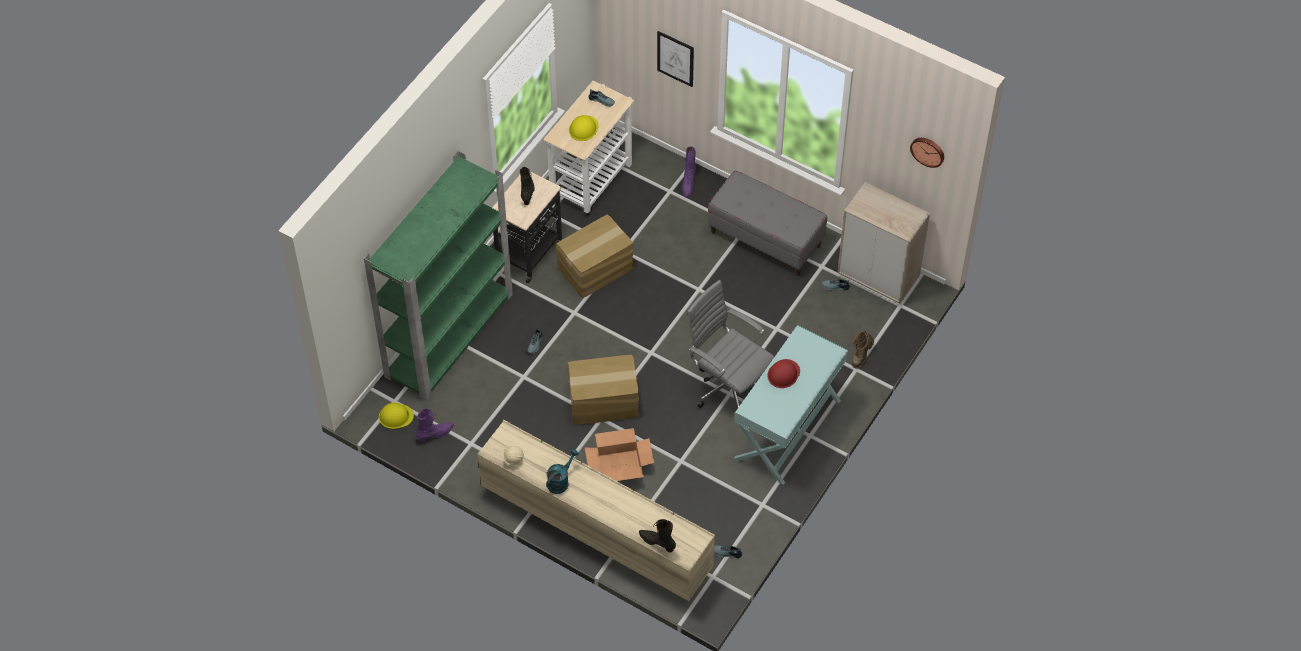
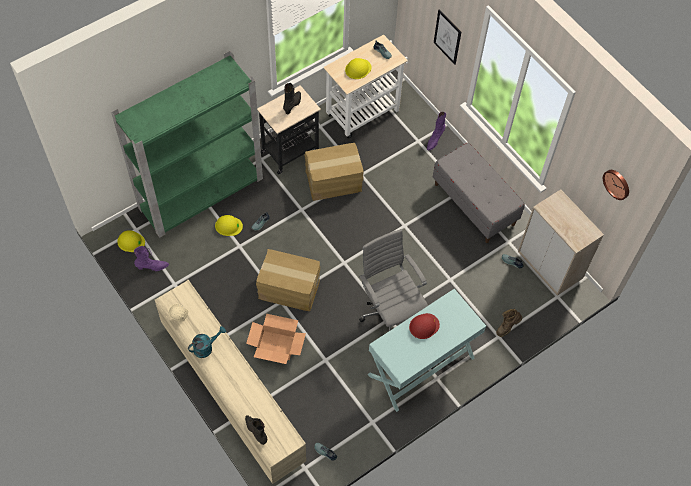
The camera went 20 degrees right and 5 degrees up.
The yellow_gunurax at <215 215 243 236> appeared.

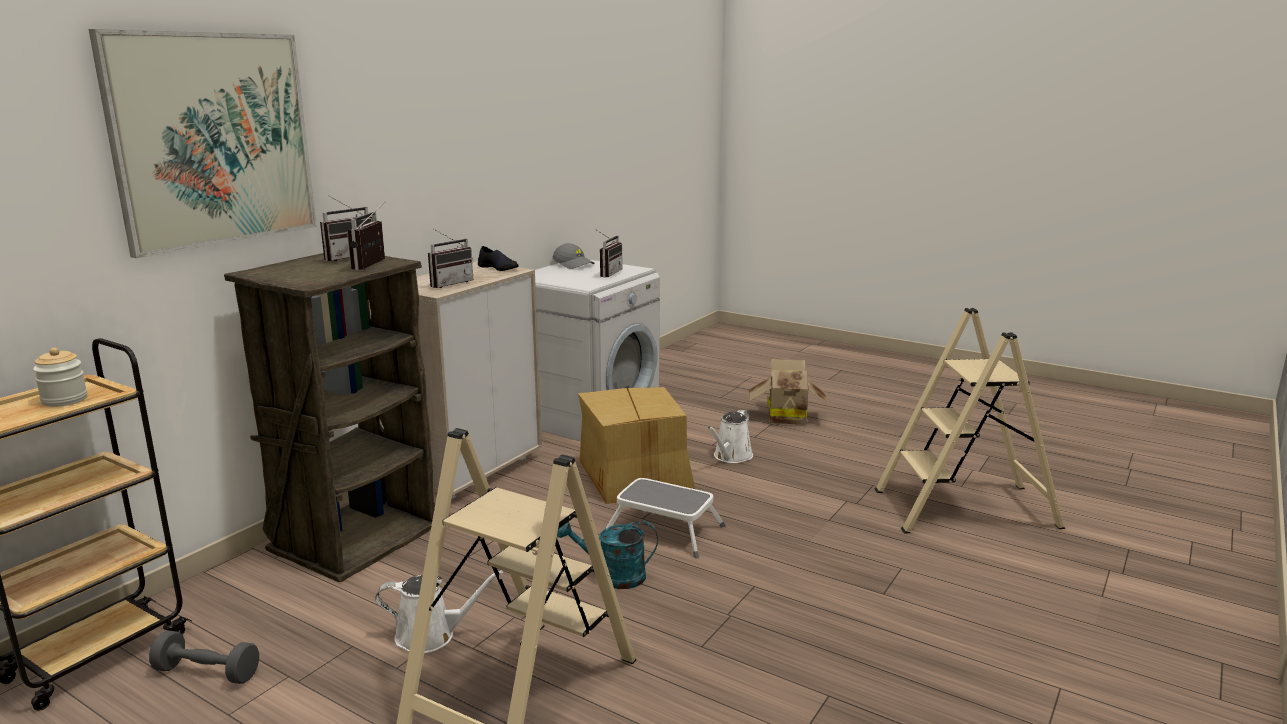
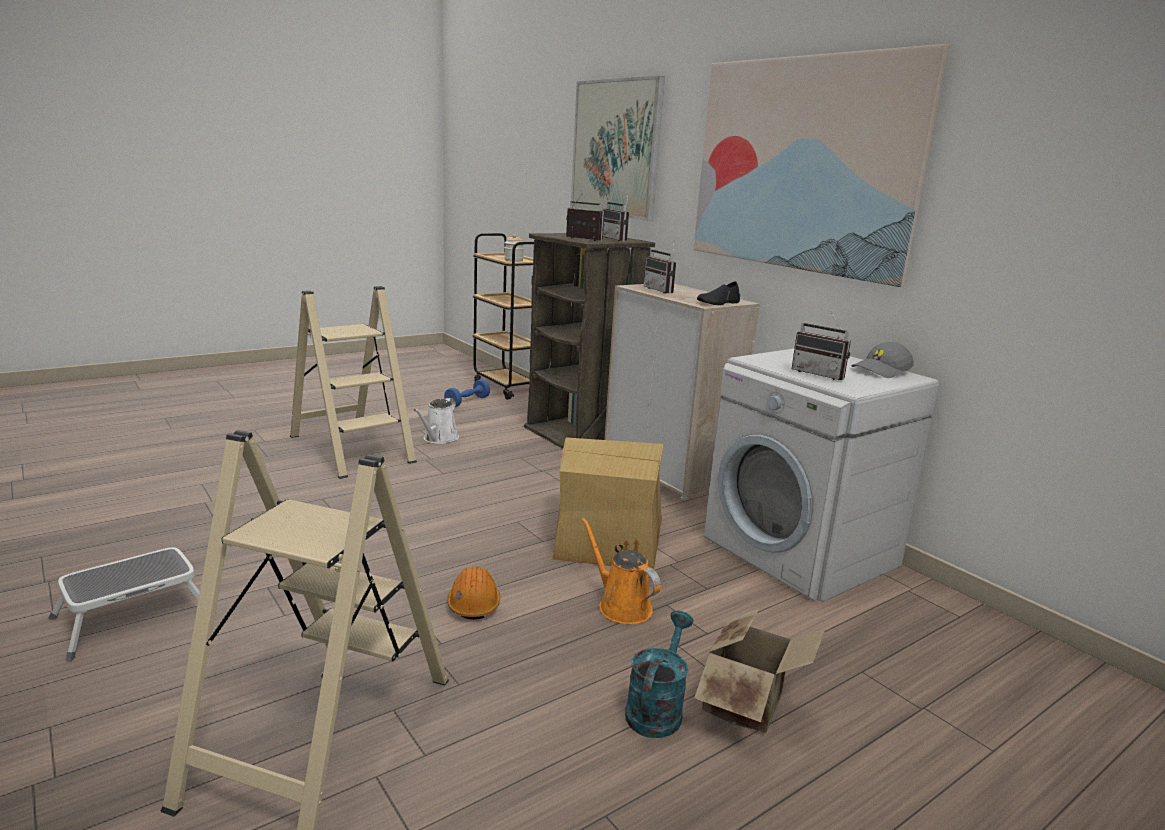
The camera went 110 degrees right and 0 degrees up.
The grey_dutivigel moved from <605 478 726 559> to <48 547 200 662>.
The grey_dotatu at <149 631 259 684> became the blue_dotatu at <444 379 490 407>.
The orange_gunurax at <447 566 500 620> appeared.
The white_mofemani at <708 410 753 463> became the orange_mofemani at <581 517 661 624>.
The turquoise_mofemani moved from <557 521 658 589> to <625 610 693 738>.
The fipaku at <694 44 950 287> appeared.

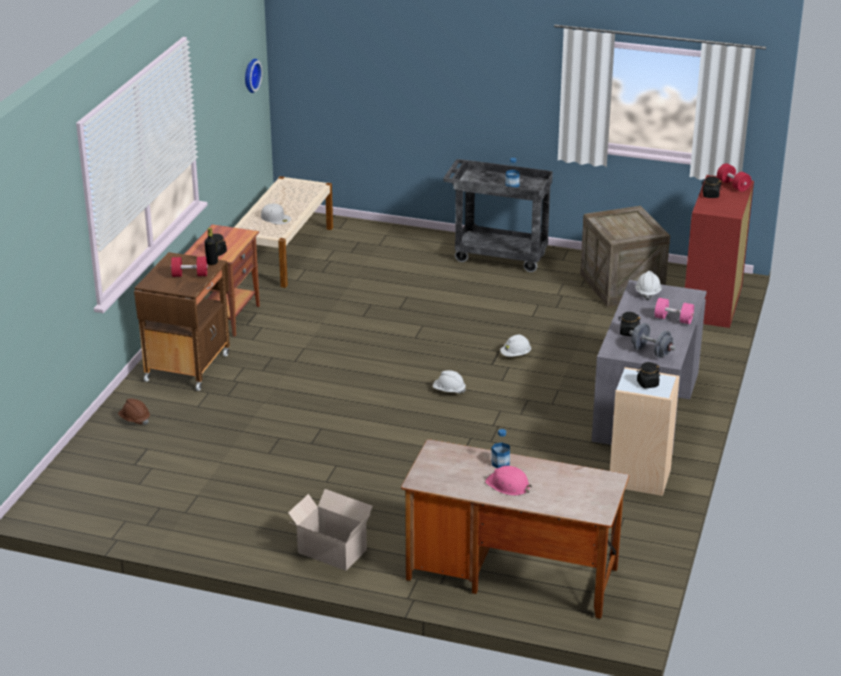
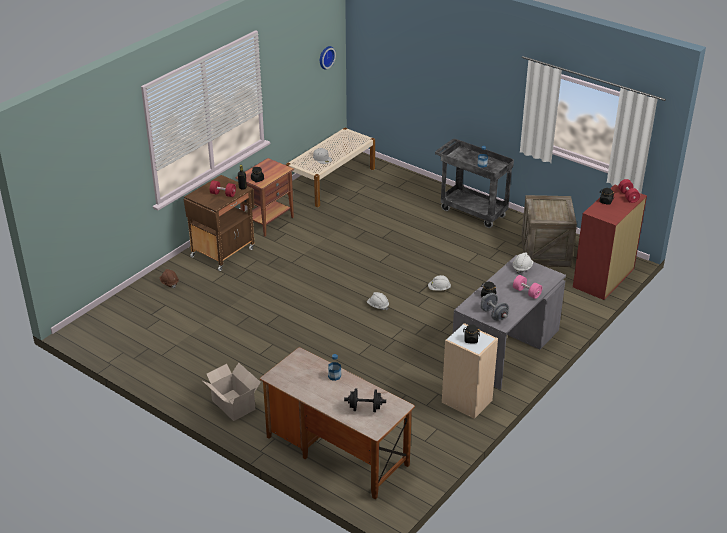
The camera went 20 degrees right and 5 degrees up.
The black_dotatu at <344 388 386 412> appeared.
The pink_gunurax at <485 466 532 496> disappeared.

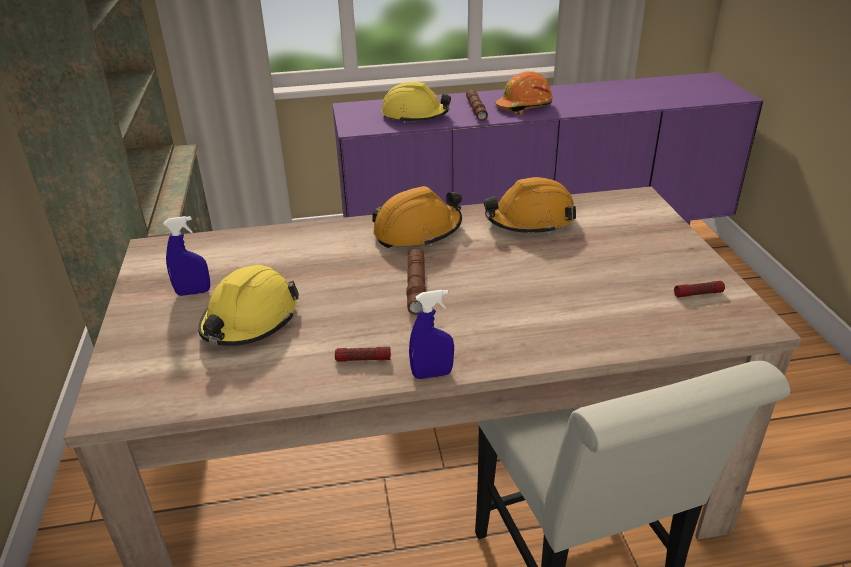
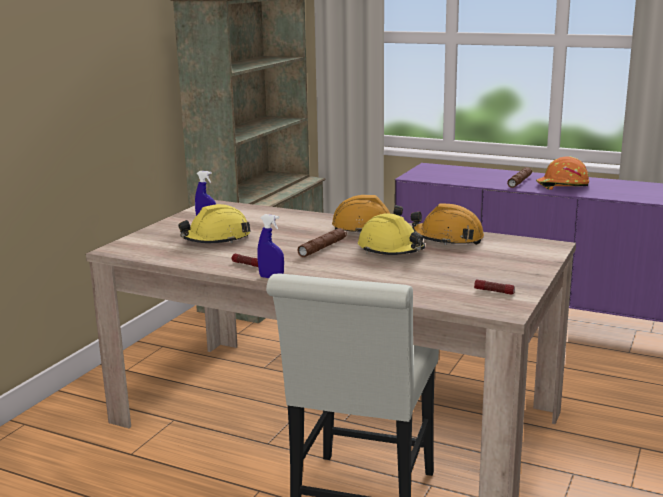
The camera went 35 degrees right and 15 degrees down.
The yellow_gunurax moved from <381 82 451 123> to <358 213 425 255>.

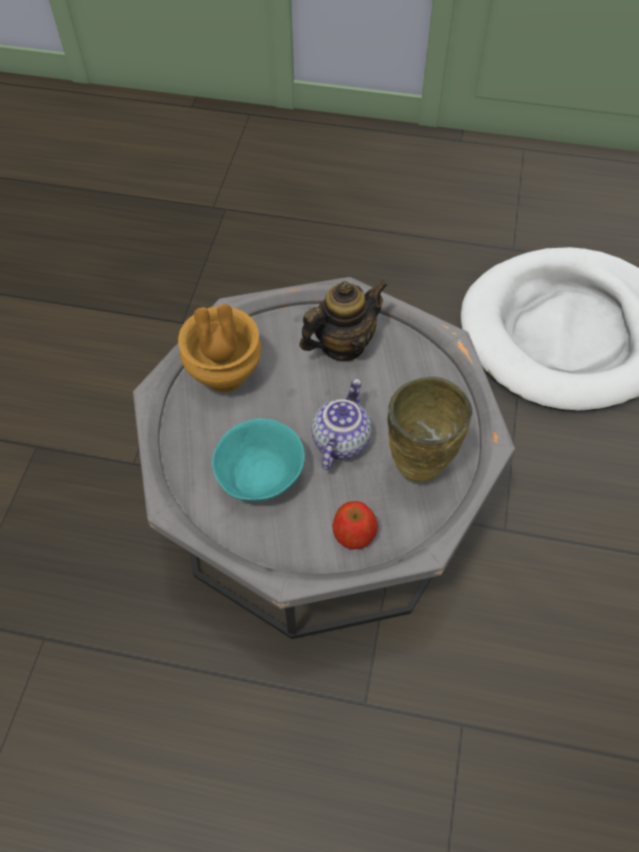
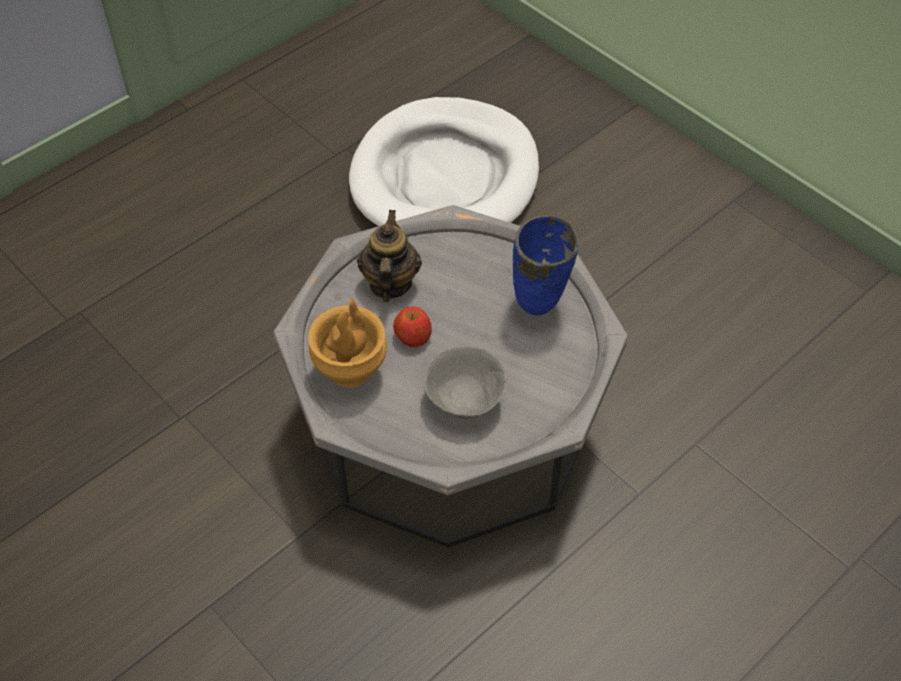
The camera went 55 degrees left and 5 degrees down.
The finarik moved from <332 501 378 549> to <393 307 432 347>.
The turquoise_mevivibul at <212 418 305 501> became the grey_mevivibul at <424 346 507 419>.
The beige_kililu at <387 377 472 482> became the blue_kililu at <513 215 578 315>.
The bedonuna at <312 379 372 470> disappeared.

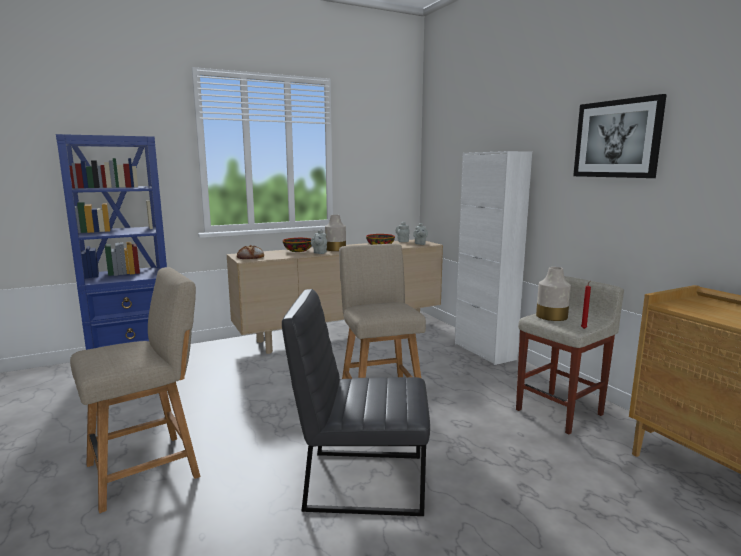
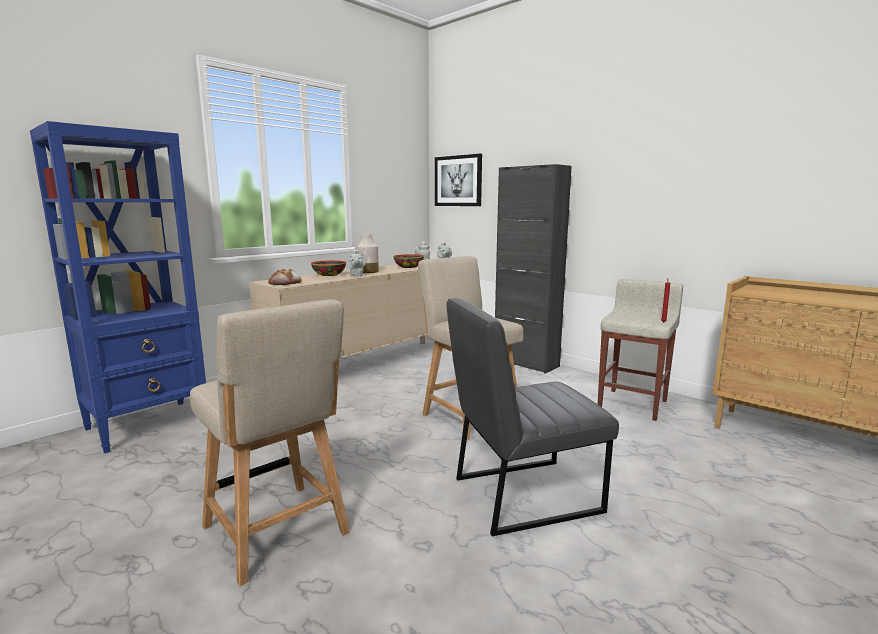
The camera went 20 degrees left and 0 degrees up.
The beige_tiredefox at <70 267 200 513> turned 105 degrees clockwise.
The fipaku moved from <573 94 667 178> to <435 154 482 206>.
The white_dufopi at <455 151 532 365> became the black_dufopi at <495 164 572 373>.
The beige_kililu at <536 267 571 321> disappeared.

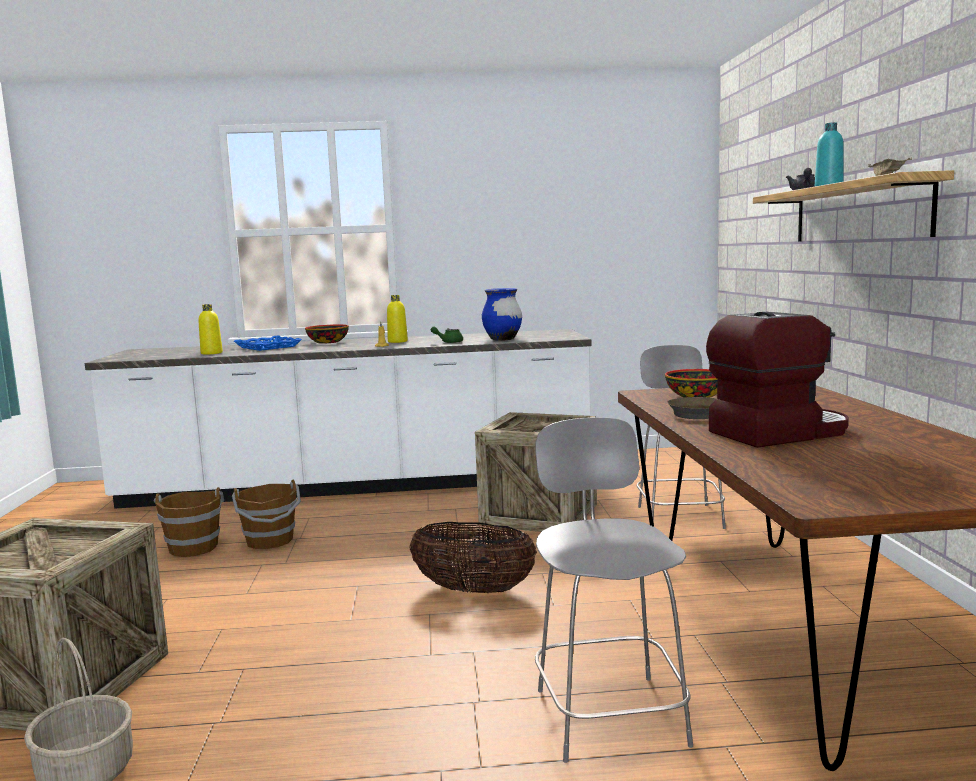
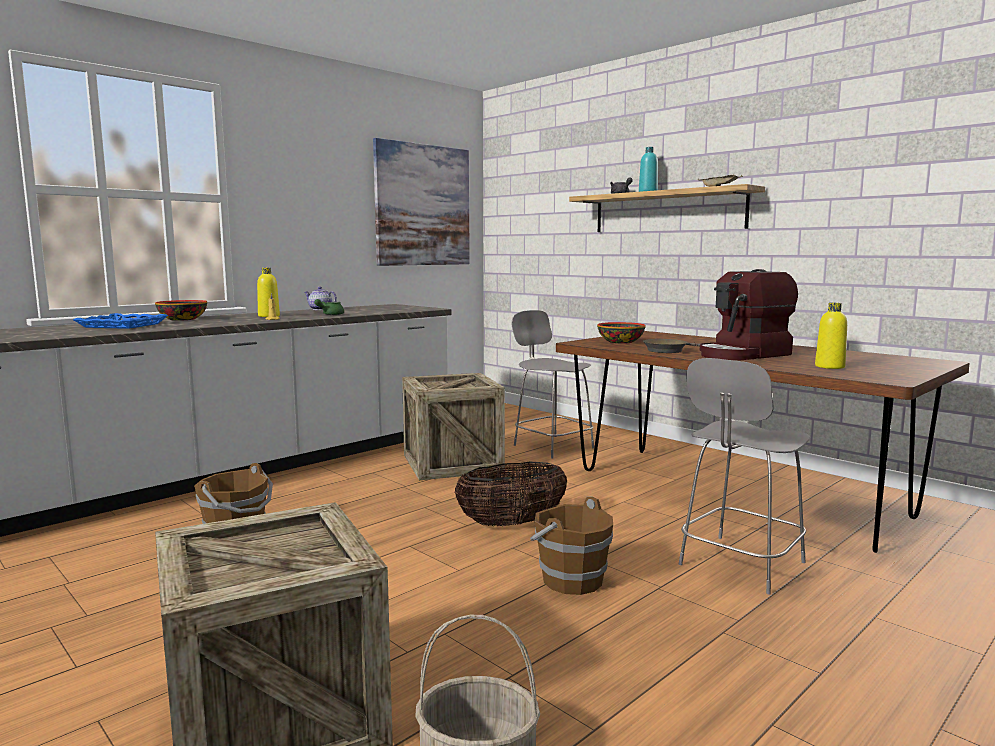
The camera went 40 degrees left and 0 degrees up.
The bedonuna at <304 287 337 310> appeared.
The fipaku at <373 138 470 266> appeared.
The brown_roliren moved from <153 487 224 557> to <530 497 613 595>.
The grey_tiredefox at <535 417 693 763> turned 90 degrees counterclockwise.
The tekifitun at <706 312 849 448> turned 150 degrees counterclockwise.
The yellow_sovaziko moved from <198 304 223 355> to <815 303 847 369>.
The blue_kililu at <482 288 522 341> disappeared.

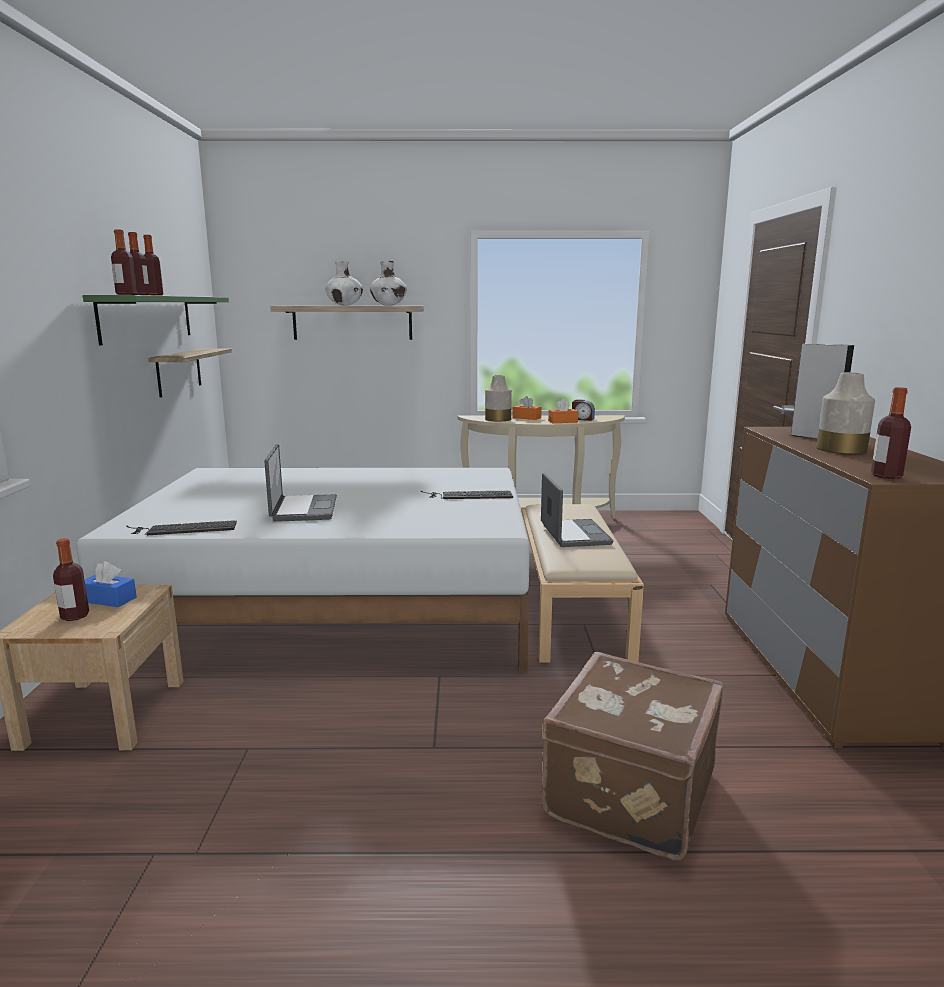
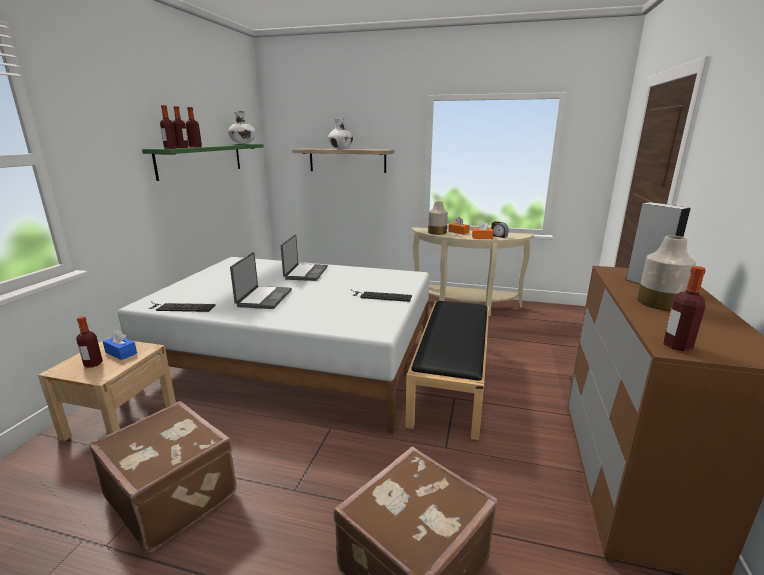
The camera went 15 degrees right and 5 degrees up.
The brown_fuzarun at <89 401 237 552> appeared.
The white_kililu moved from <370 261 407 306> to <228 111 256 144>.
The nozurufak moved from <541 473 613 547> to <281 234 328 281>.
The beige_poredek at <521 504 644 663> became the black_poredek at <405 301 489 440>.
The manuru at <148 349 232 398> disappeared.

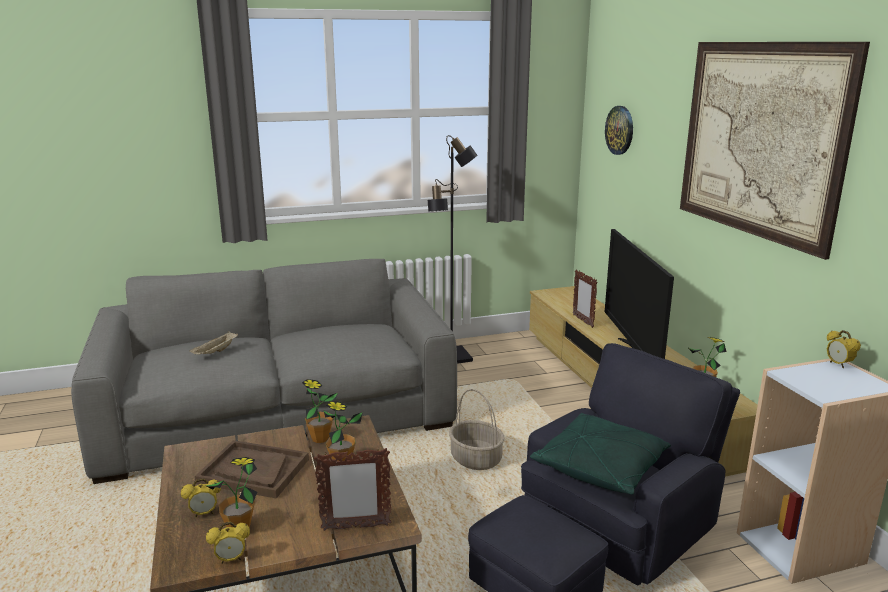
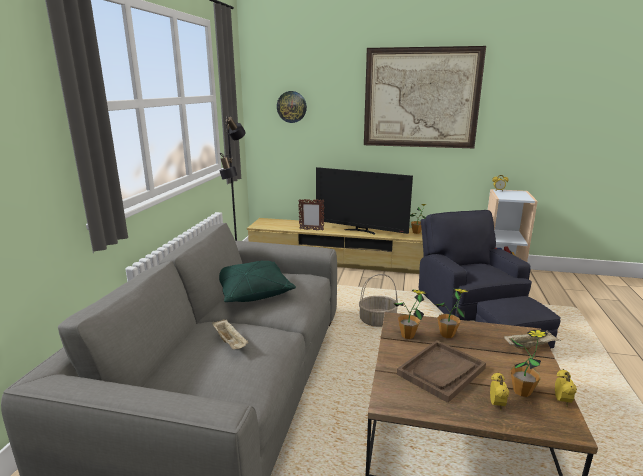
The camera went 60 degrees left and 0 degrees up.
The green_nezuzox moved from <530 413 671 495> to <219 260 296 302>.
The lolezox at <314 448 391 531> was replaced by the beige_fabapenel at <504 330 561 349>.

